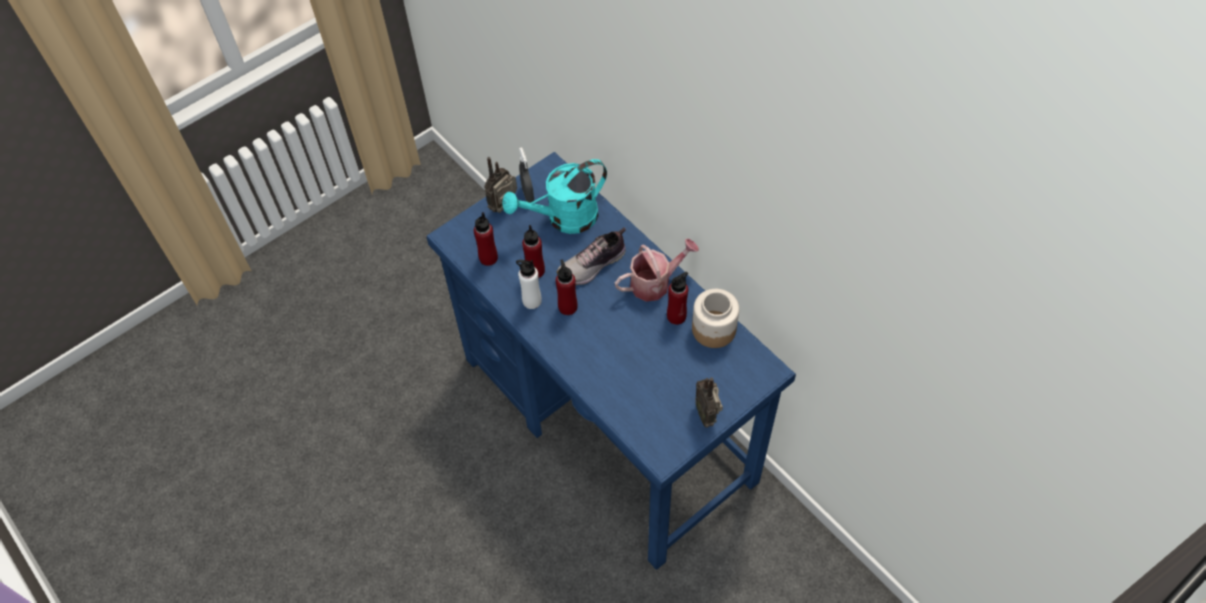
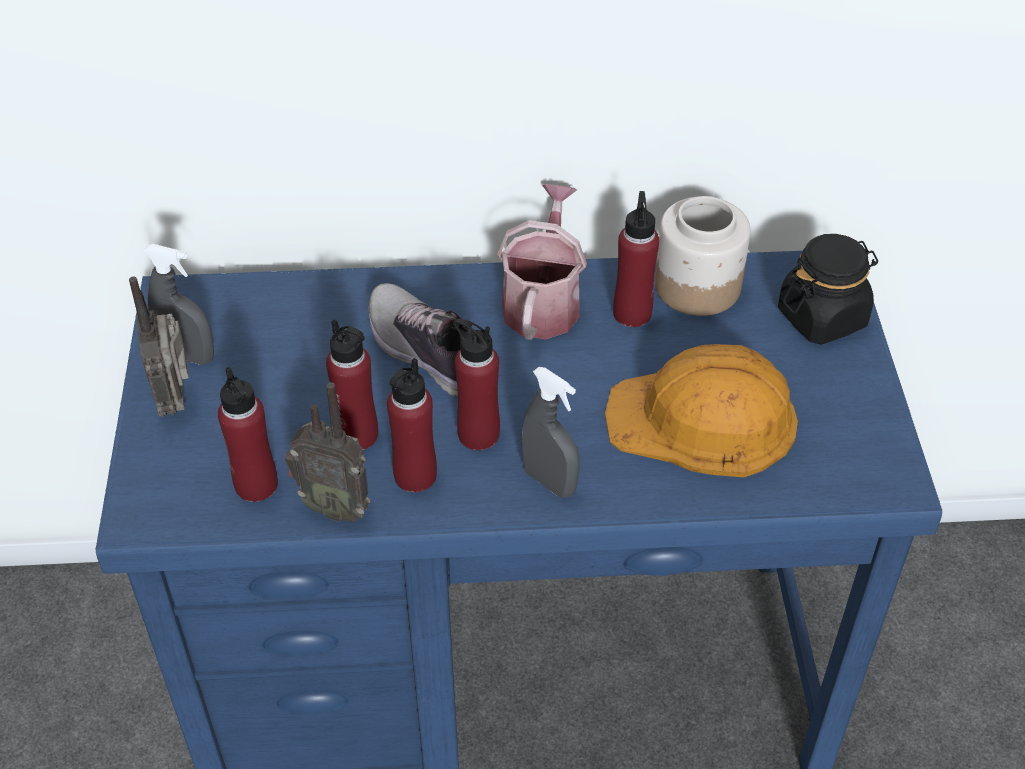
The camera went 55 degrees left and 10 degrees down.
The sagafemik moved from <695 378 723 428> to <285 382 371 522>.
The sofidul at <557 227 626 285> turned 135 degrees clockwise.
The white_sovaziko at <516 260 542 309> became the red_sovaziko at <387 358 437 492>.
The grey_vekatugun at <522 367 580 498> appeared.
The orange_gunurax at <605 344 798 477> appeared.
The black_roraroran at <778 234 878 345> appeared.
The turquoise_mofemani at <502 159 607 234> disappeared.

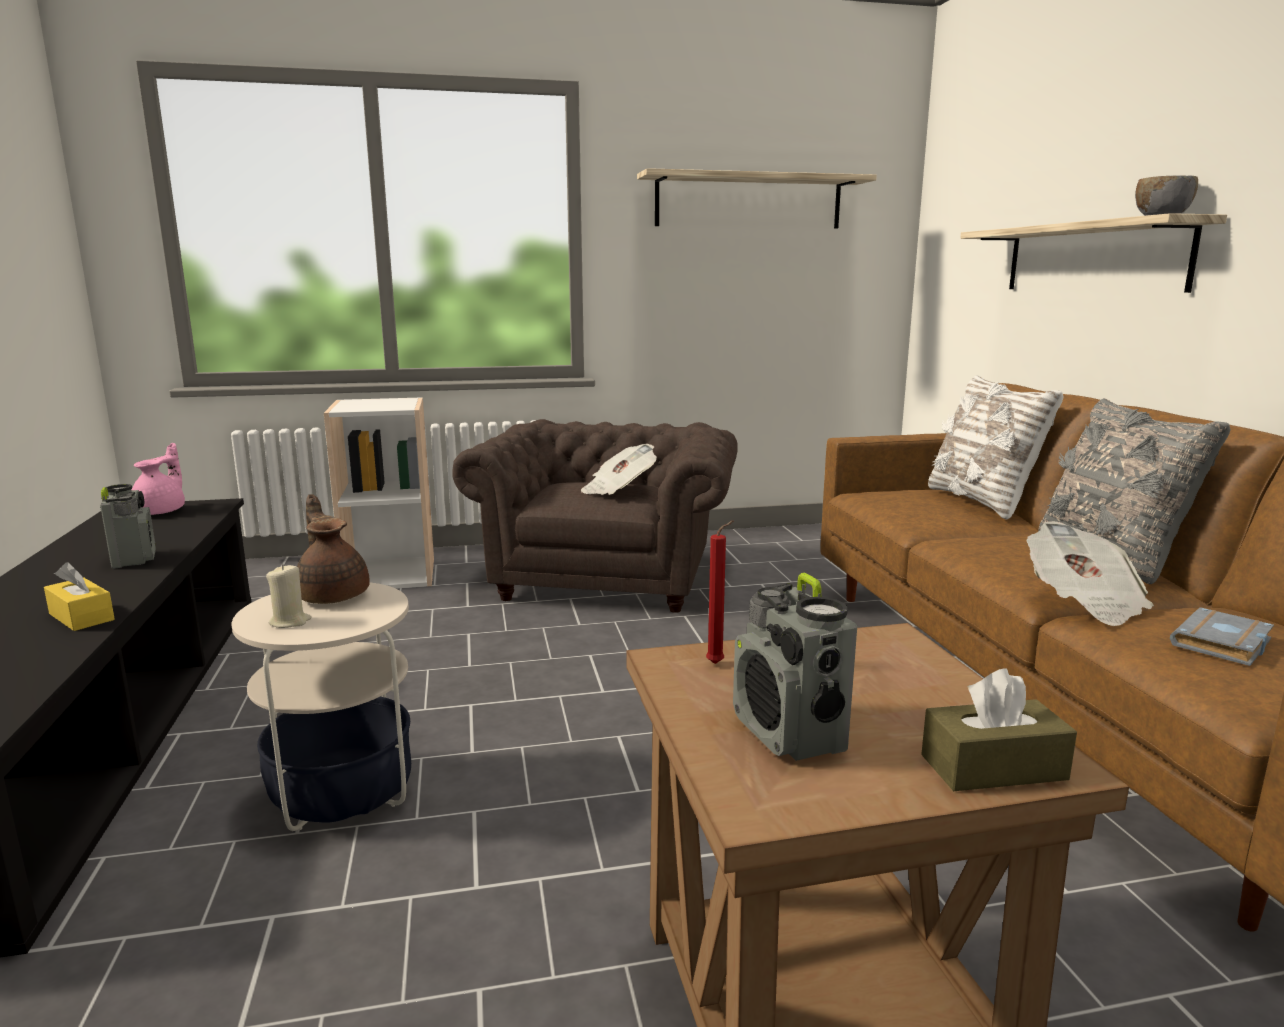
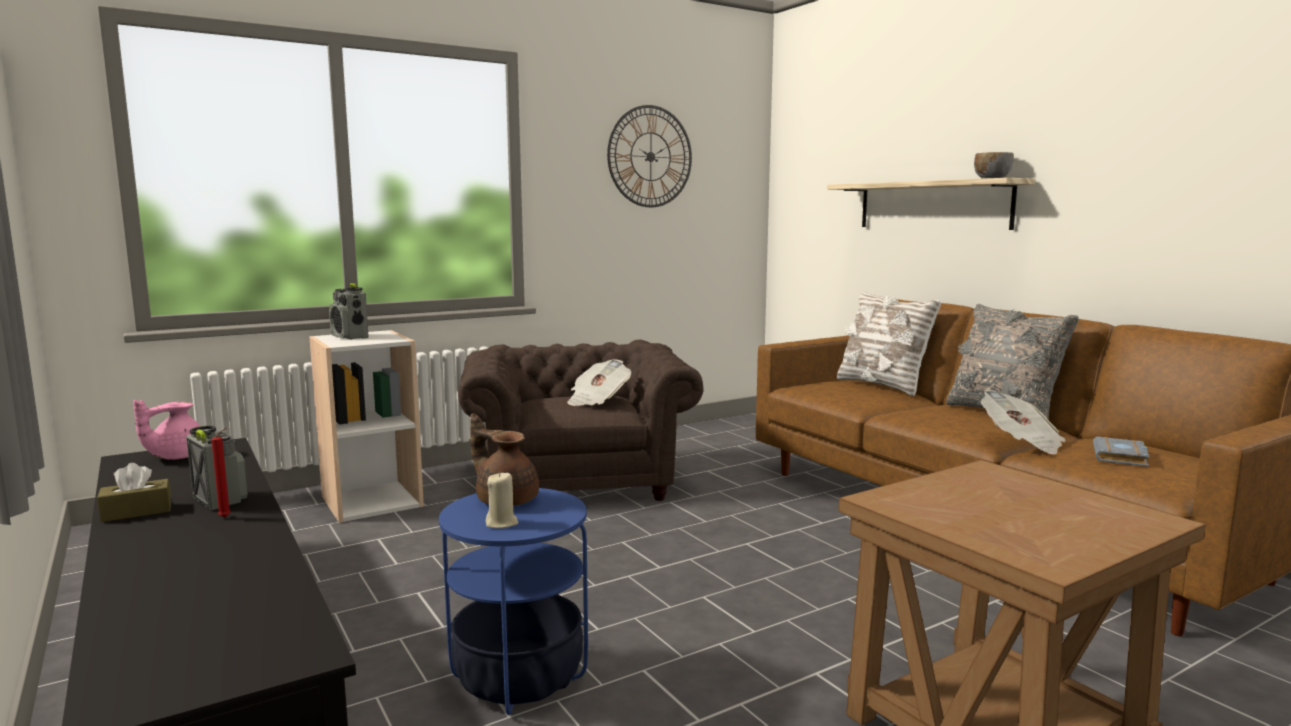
The camera went 20 degrees left and 5 degrees down.
The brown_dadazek moved from <921 668 1077 791> to <97 463 171 522>.
The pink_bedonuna at <132 443 185 515> turned 135 degrees counterclockwise.
The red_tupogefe moved from <706 520 734 664> to <211 428 231 518>.
The sagafemik moved from <733 572 857 761> to <329 283 369 339>.
The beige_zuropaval at <232 583 411 831> became the blue_zuropaval at <439 488 588 715>.
The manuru at <637 168 877 229> was replaced by the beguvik at <607 105 692 207>.
The yellow_dadazek at <44 562 115 631> disappeared.

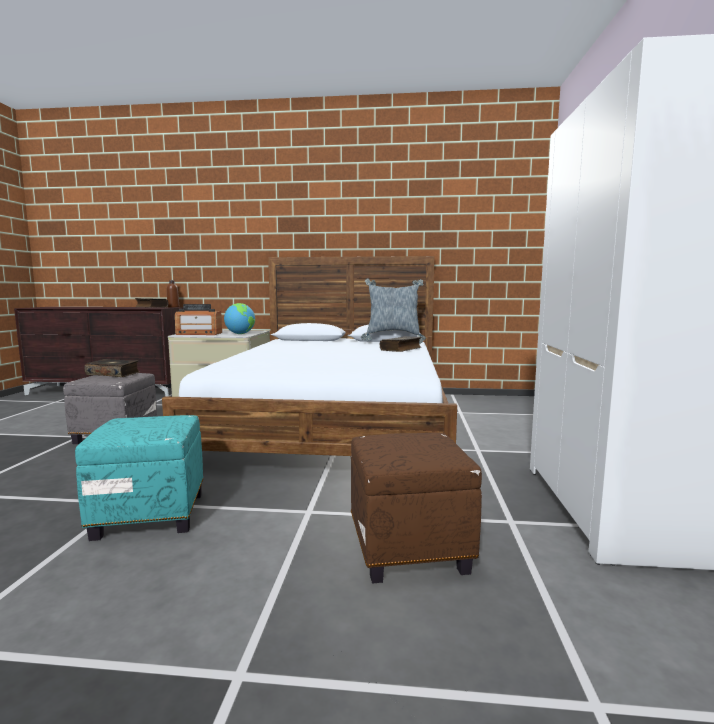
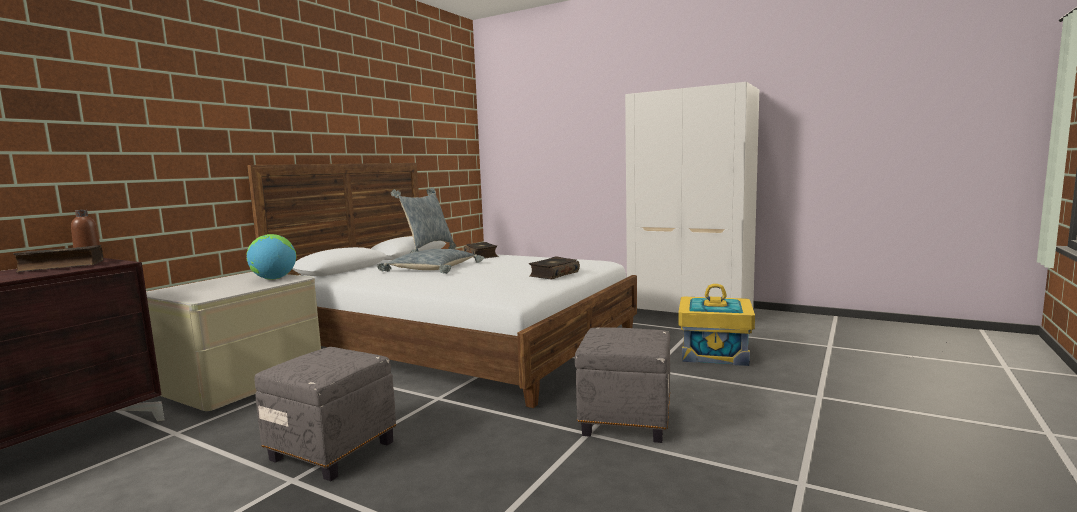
The camera went 65 degrees left and 0 degrees up.
The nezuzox at <377 249 484 274> appeared.
The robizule moved from <84 359 140 377> to <529 256 580 279>.
The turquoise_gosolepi at <75 415 203 541> became the grey_gosolepi at <575 328 670 443>.
The brown_gosolepi at <351 433 482 584> was replaced by the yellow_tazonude at <678 284 755 366>.
The sagafemik at <175 304 222 335> disappeared.

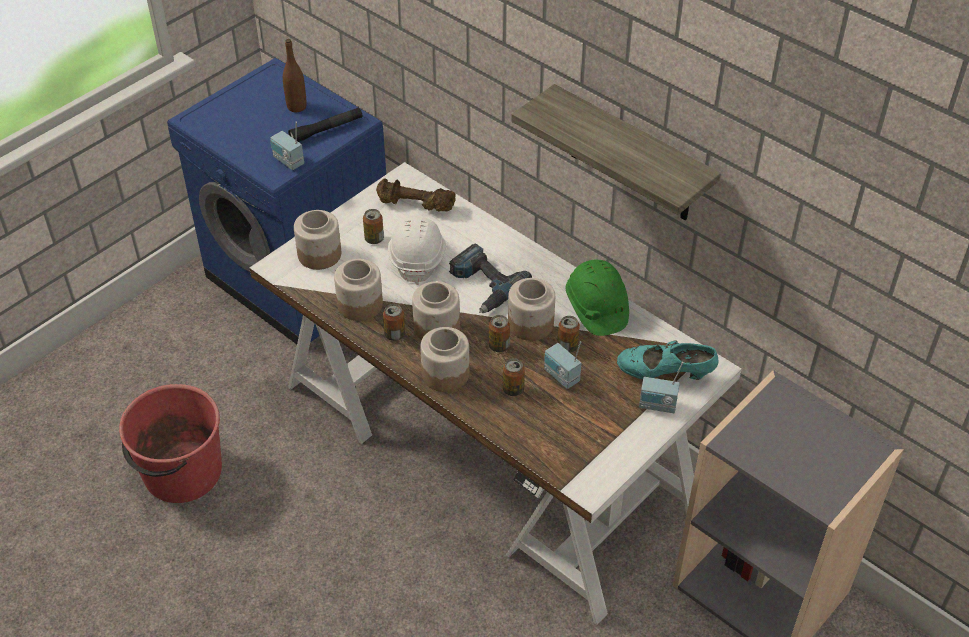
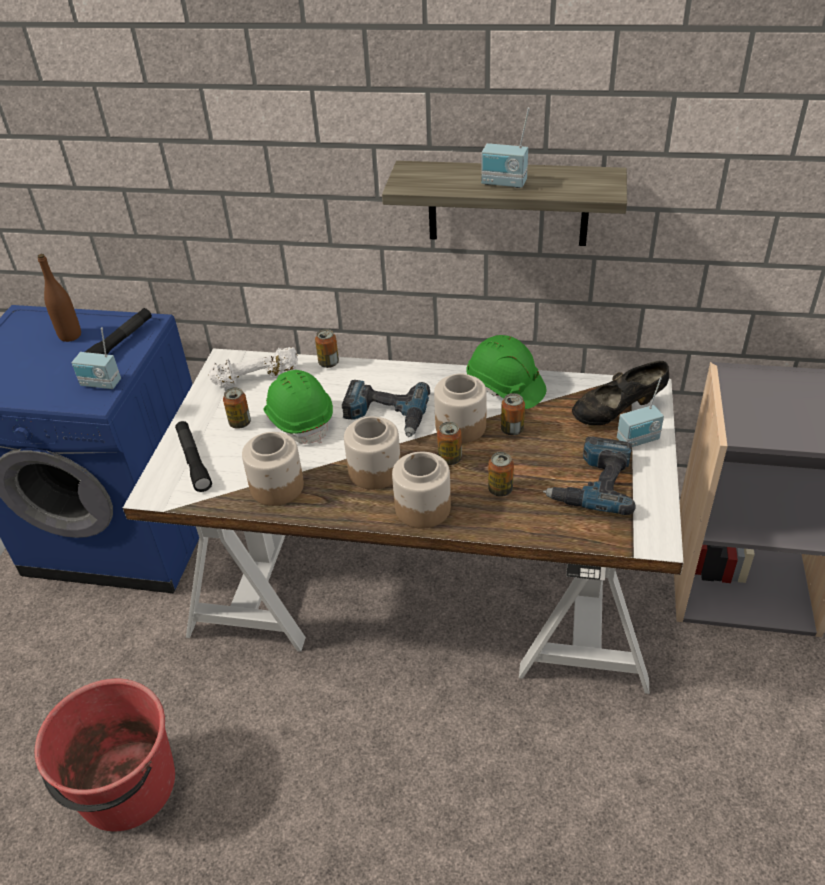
The camera went 30 degrees left and 5 degrees down.
The roraroran at <294 210 341 270> was replaced by the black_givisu at <175 421 212 492>.
The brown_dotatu at <376 178 456 212> became the white_dotatu at <209 347 298 388>.
The white_gunurax at <388 215 446 285> became the green_gunurax at <264 370 333 444>.
The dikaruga moved from <383 304 405 341> to <315 329 339 368>.
The sagafemik moved from <544 341 581 389> to <481 108 530 188>.
The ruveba at <543 436 636 515> appeared.
The turquoise_sofidul at <617 341 719 380> became the black_sofidul at <572 361 669 425>.

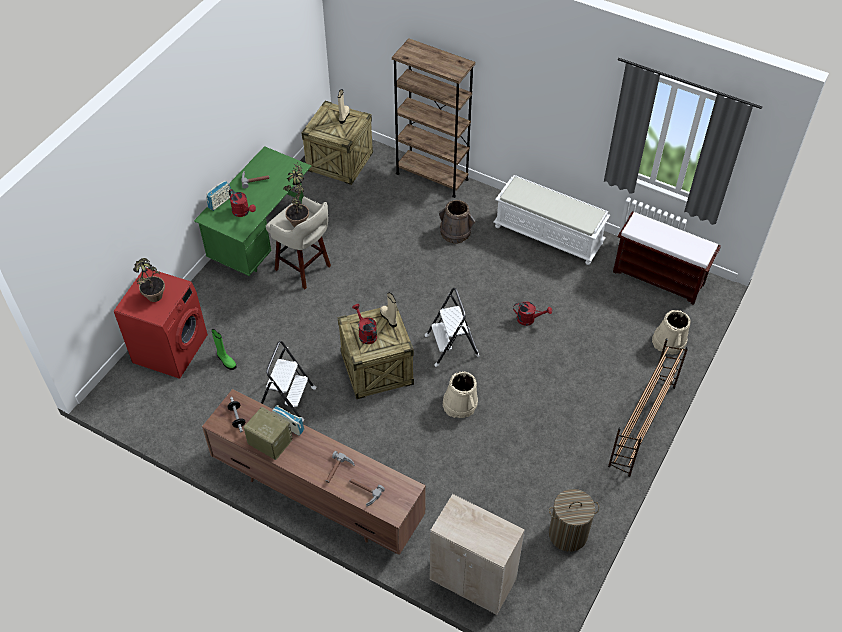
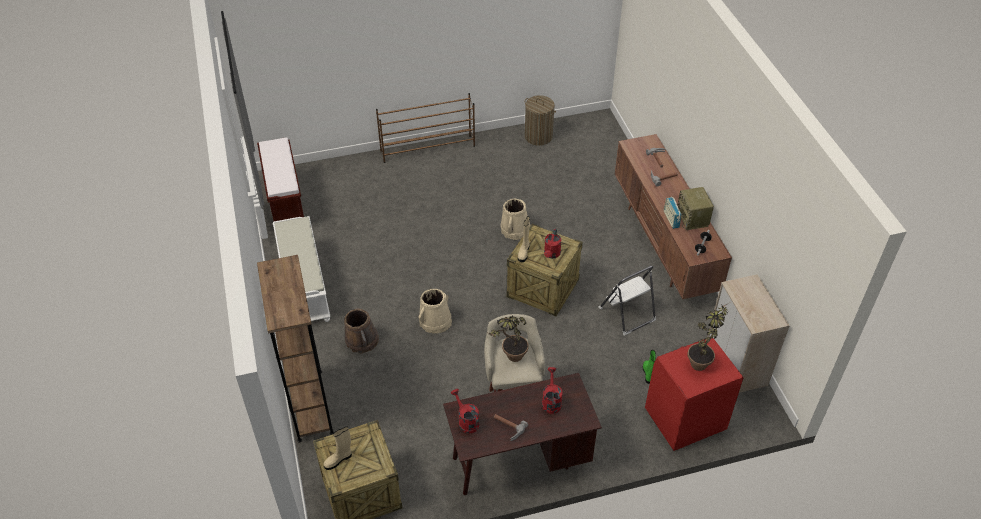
The camera went 135 degrees left and 5 degrees down.
The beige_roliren moved from <652 310 691 355> to <418 289 452 333>.
The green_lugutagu at <194 146 311 276> became the brown_lugutagu at <443 373 602 495>.
The red_mofemani moved from <513 302 552 326> to <451 389 479 434>.
The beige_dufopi moved from <430 494 525 615> to <707 274 790 393>.
The sagafemik at <206 181 232 211> disappeared.
The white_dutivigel at <425 288 479 367> disappeared.

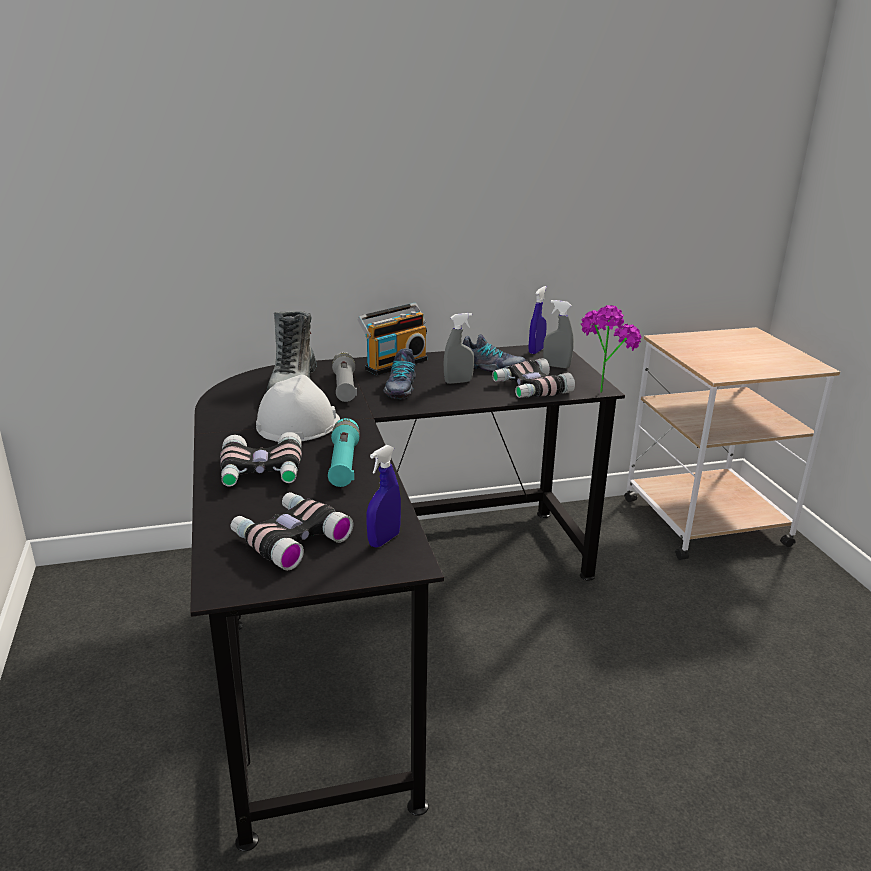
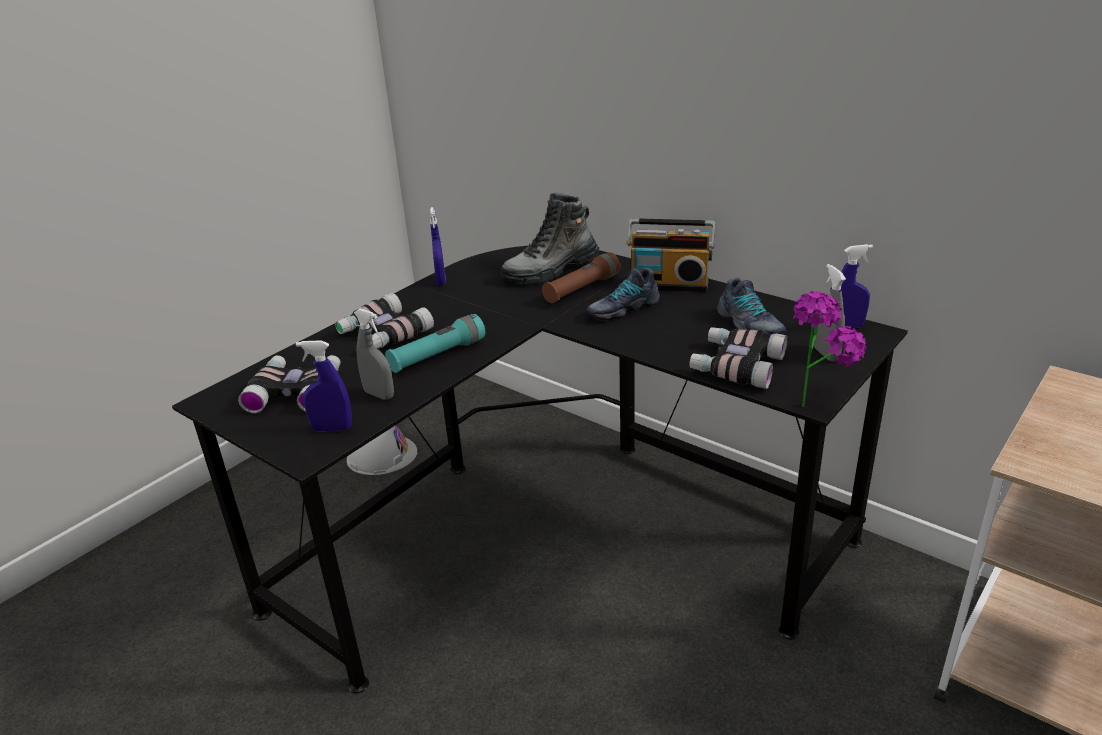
The camera went 55 degrees right and 5 degrees up.
The white_gunurax moved from <256 375 340 442> to <347 426 417 475>.
The grey_vekatugun moved from <443 313 474 384> to <354 308 394 400>.
The blue_vekatugun at <430 207 446 285> appeared.
The grey_givisu at <332 352 357 402> became the brown_givisu at <542 252 621 303>.

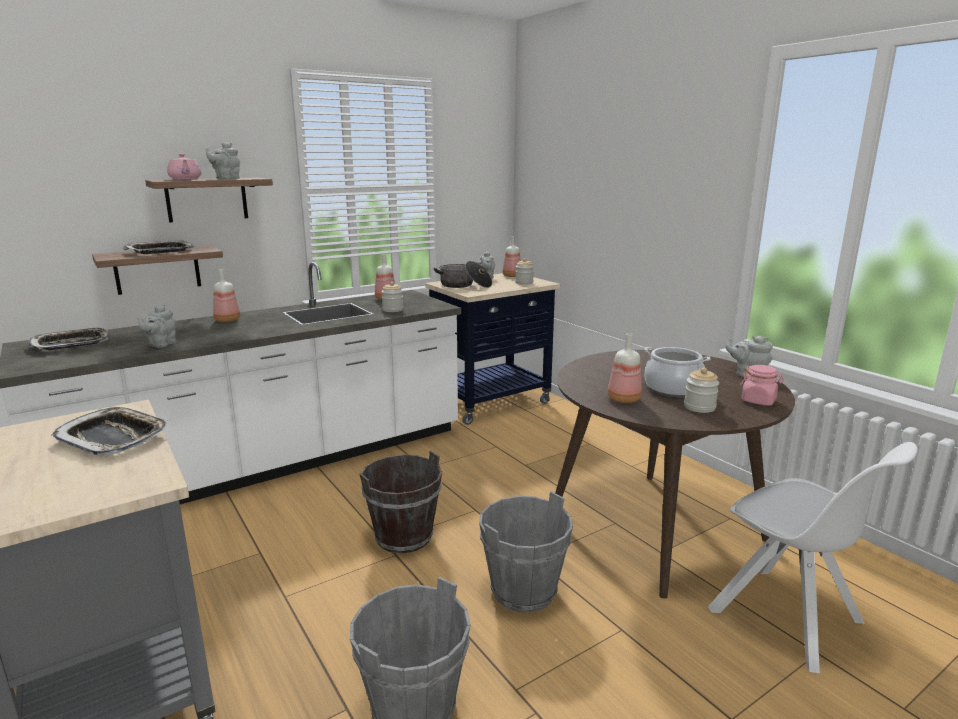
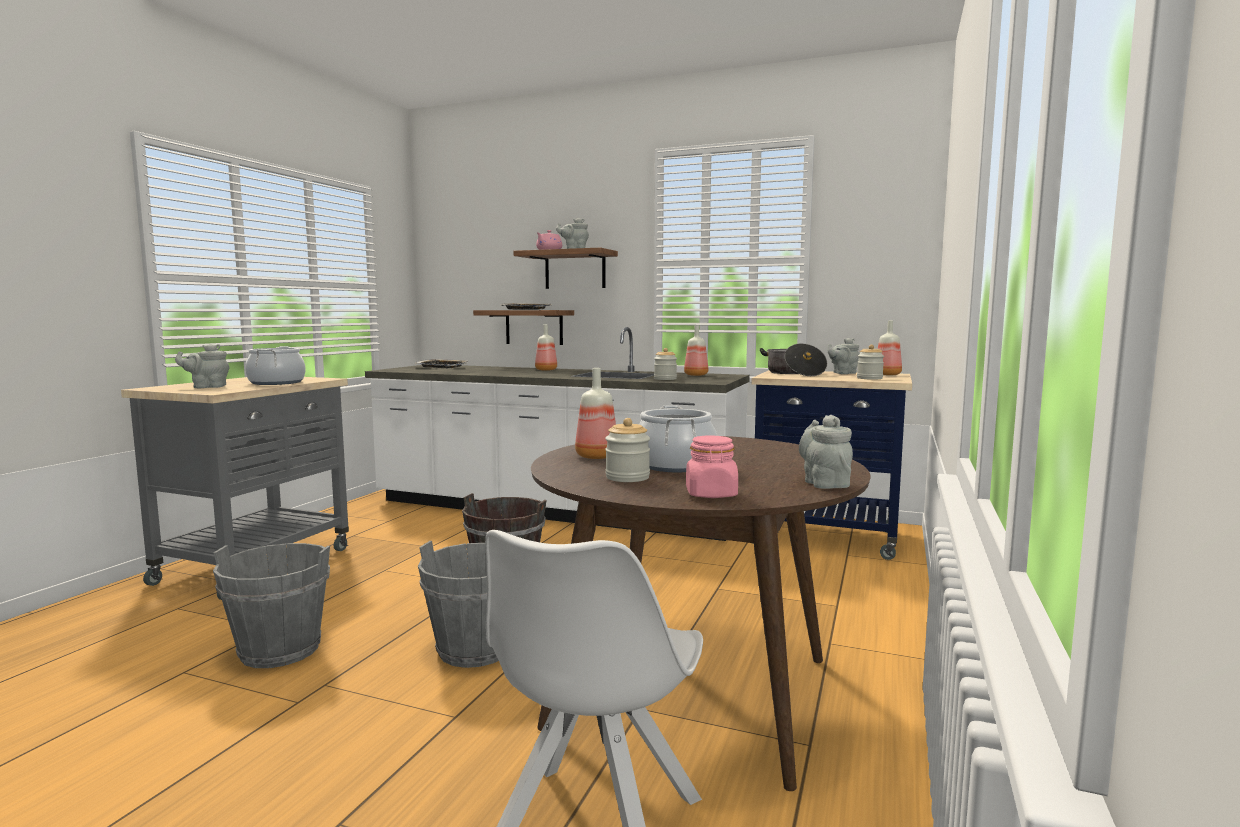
The camera went 55 degrees right and 10 degrees down.
The grey_bedonuna moved from <138 304 176 348> to <175 344 229 388>.
The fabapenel at <51 407 169 456> was replaced by the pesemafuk at <245 346 305 385>.

